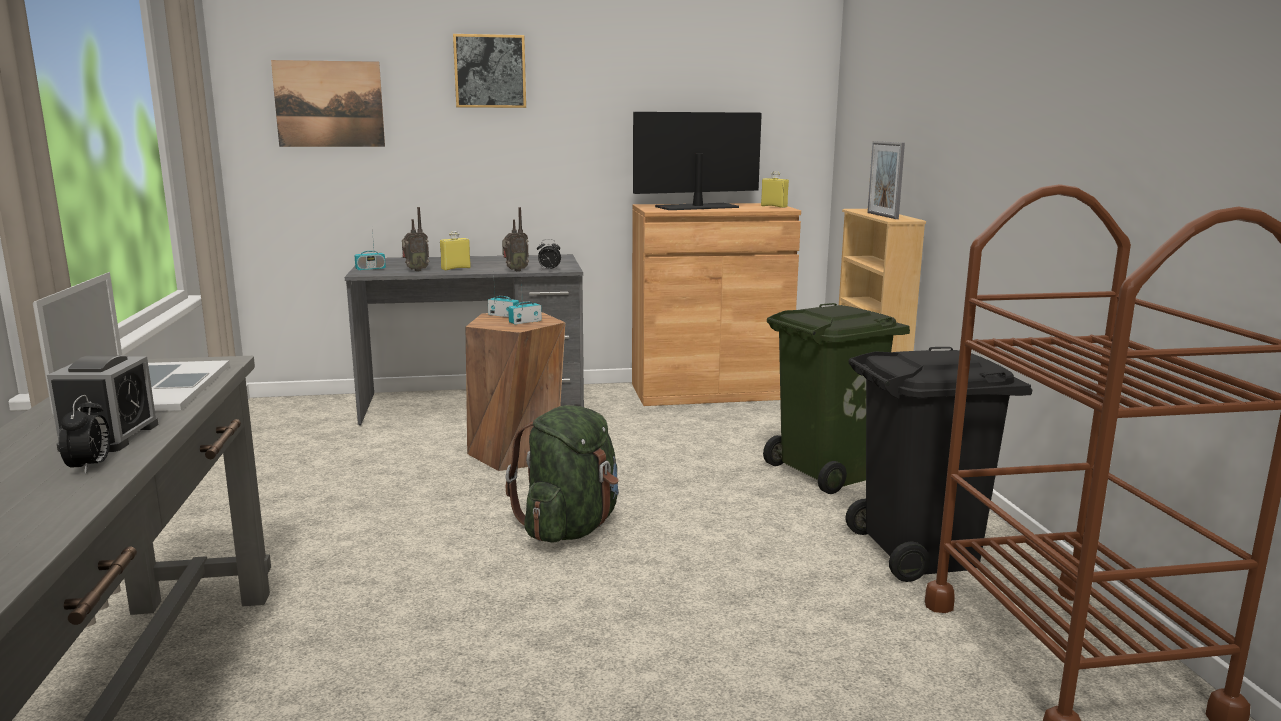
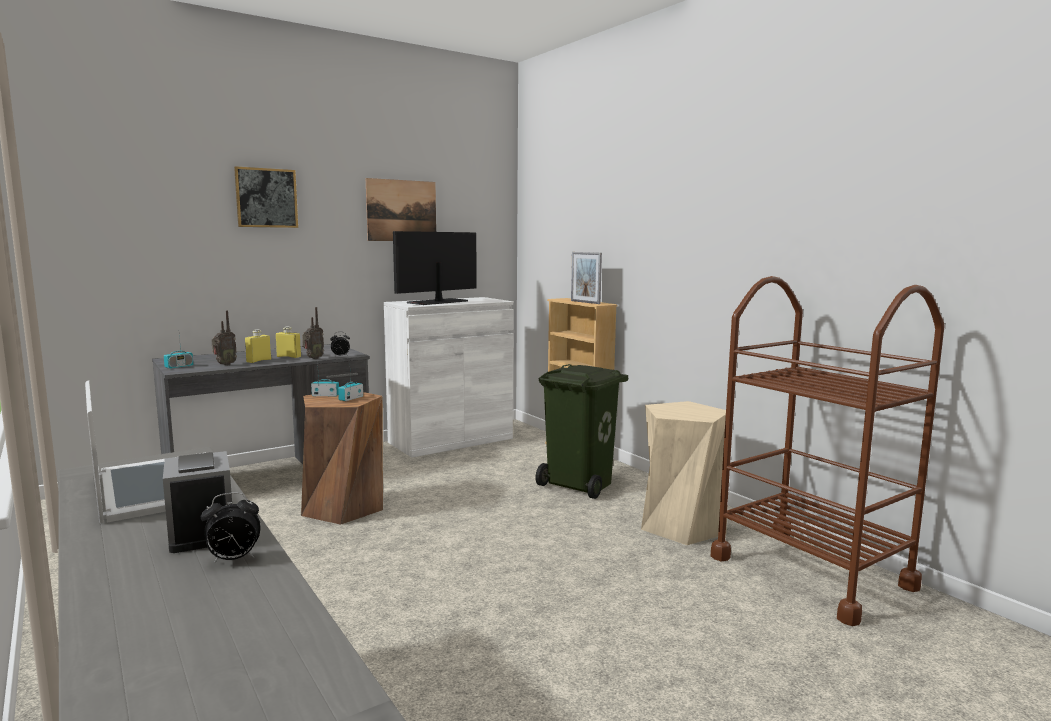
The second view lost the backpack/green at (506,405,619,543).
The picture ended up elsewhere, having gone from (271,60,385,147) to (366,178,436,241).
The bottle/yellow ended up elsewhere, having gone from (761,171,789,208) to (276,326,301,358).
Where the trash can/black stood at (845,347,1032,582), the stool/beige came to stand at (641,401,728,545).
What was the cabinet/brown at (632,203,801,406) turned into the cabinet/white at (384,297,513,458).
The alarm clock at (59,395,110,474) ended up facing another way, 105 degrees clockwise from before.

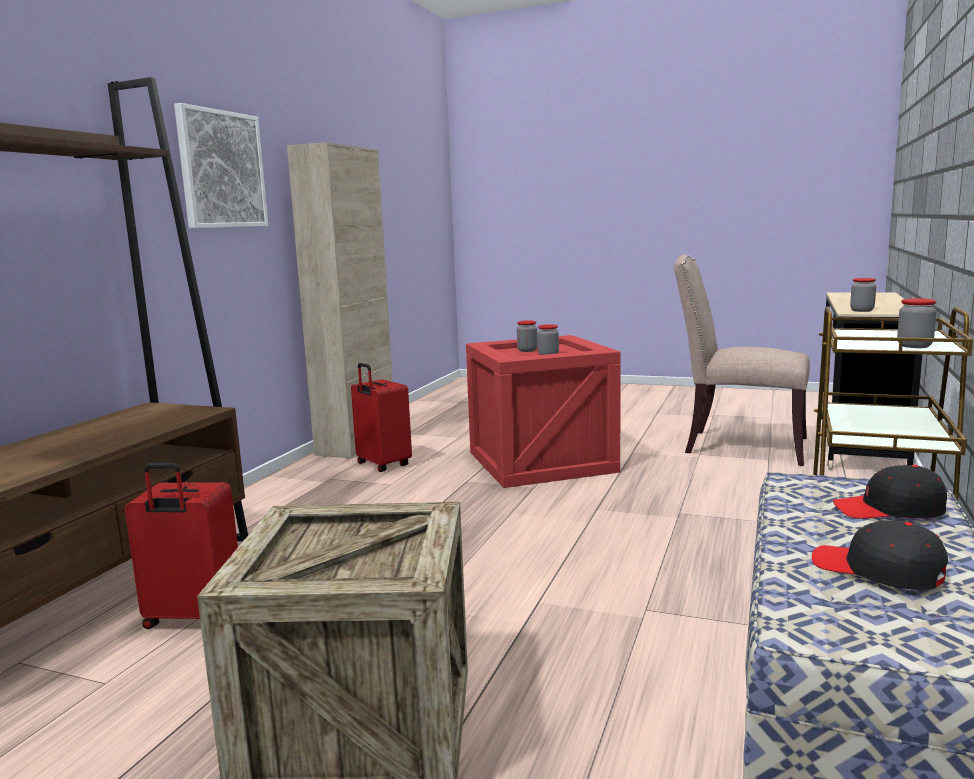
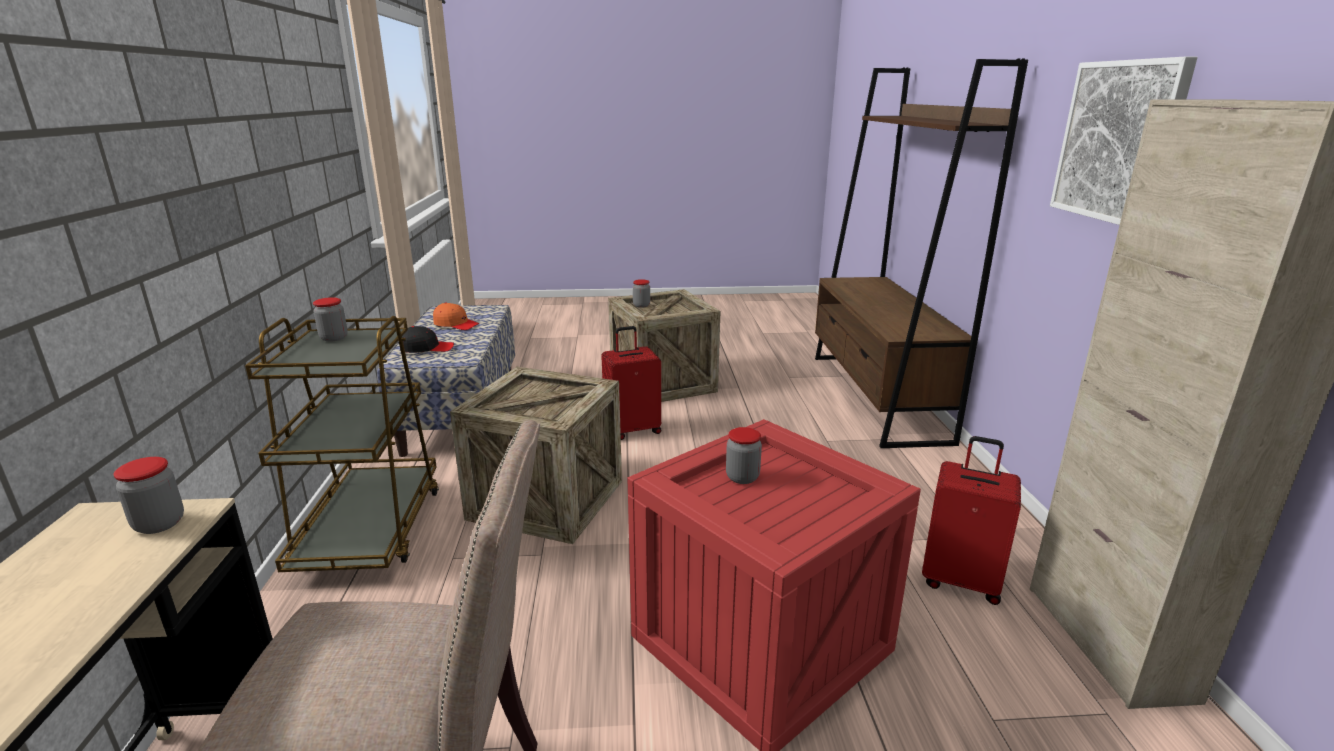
The second view gained the crate at (450,367,622,544).
The suitcase/red ended up elsewhere, having gone from (125,462,238,629) to (601,326,661,440).
The jar ended up elsewhere, having gone from (517,320,537,352) to (633,279,650,308).
What was the cap/black at (812,520,948,590) turned into the cap/orange at (433,302,480,330).

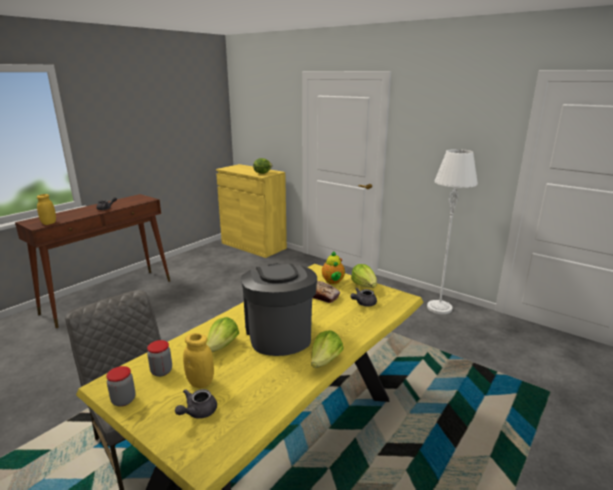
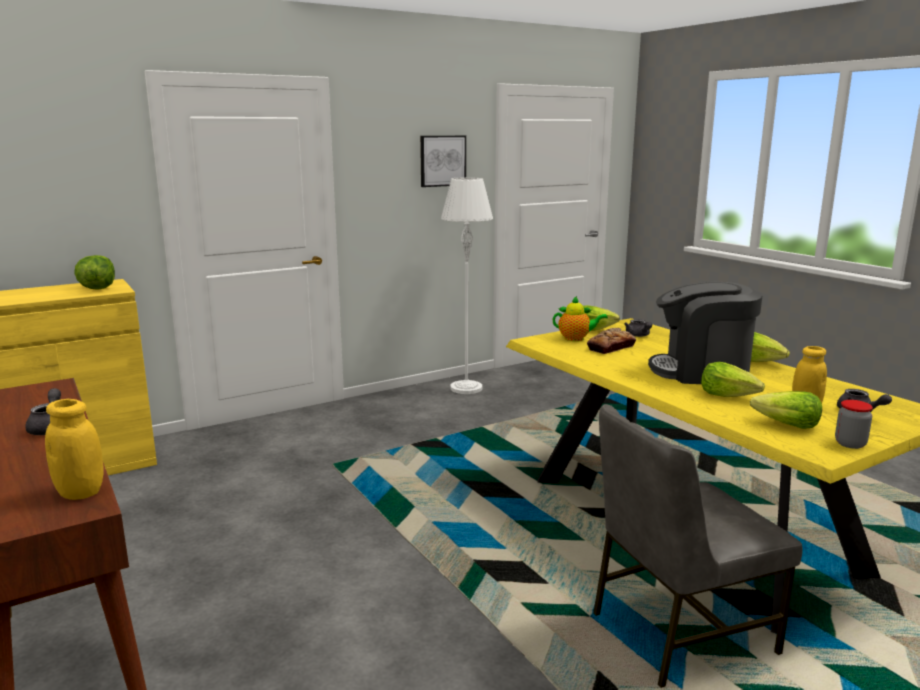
The second view gained the picture at (420,136,466,187).
Where the jar stood at (147,340,172,377), the lettuce came to stand at (750,391,822,429).

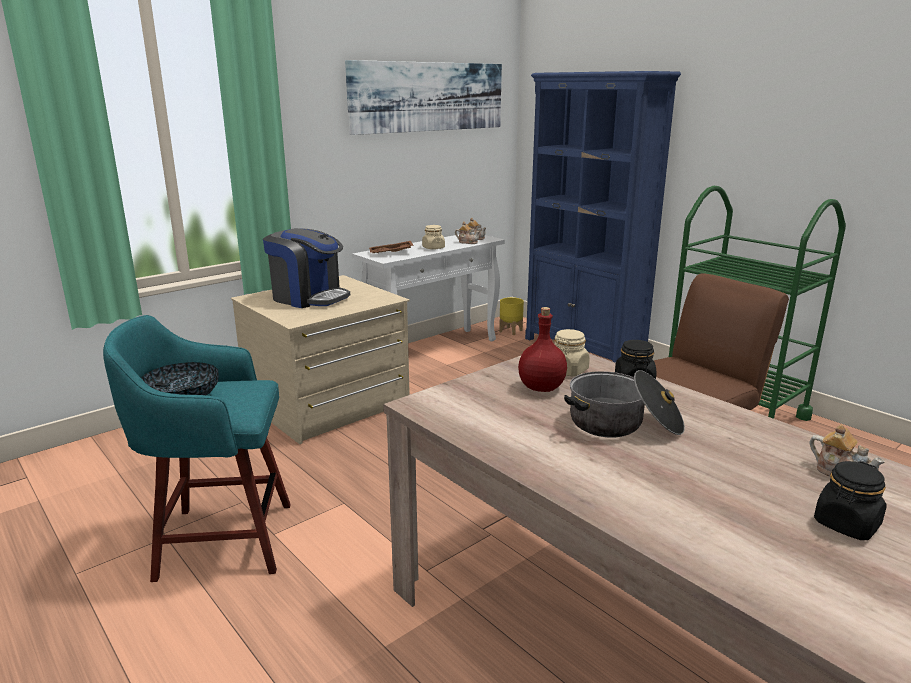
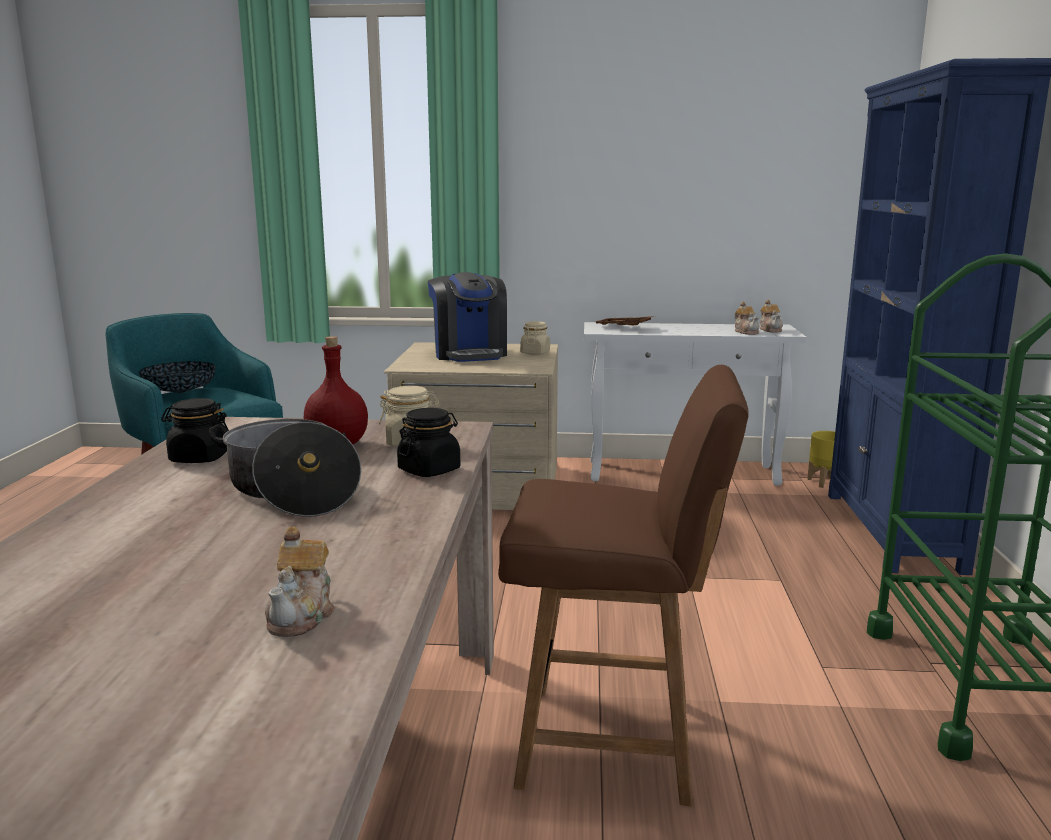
The second view lost the picture at (345,60,502,135).
The jar/beige ended up elsewhere, having gone from (422,225,445,250) to (520,321,550,355).
The jar/black ended up elsewhere, having gone from (814,461,886,540) to (161,398,229,463).

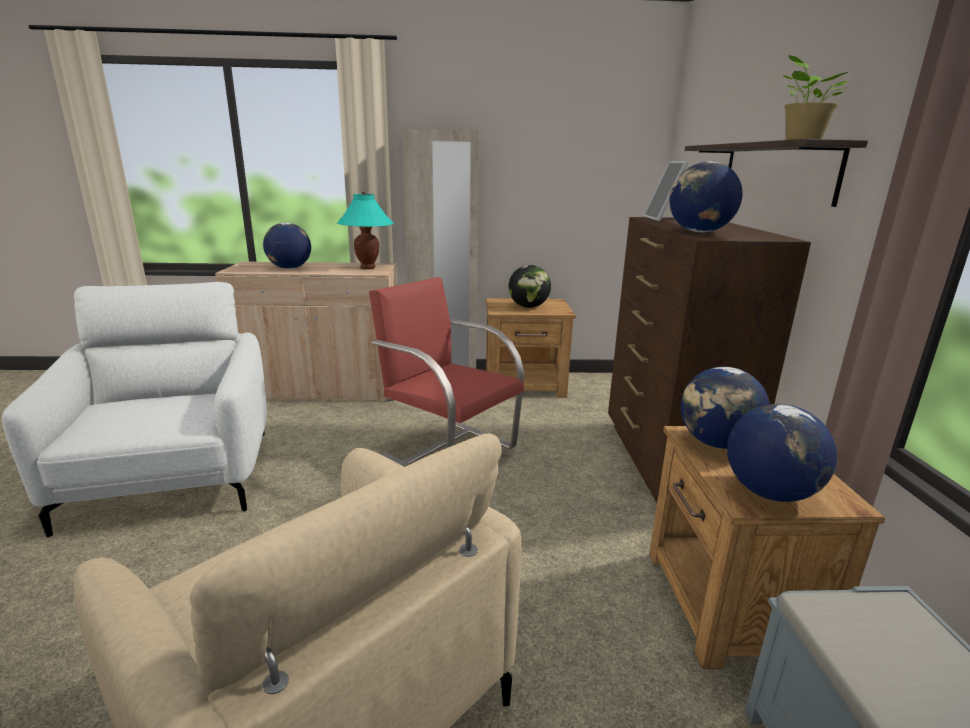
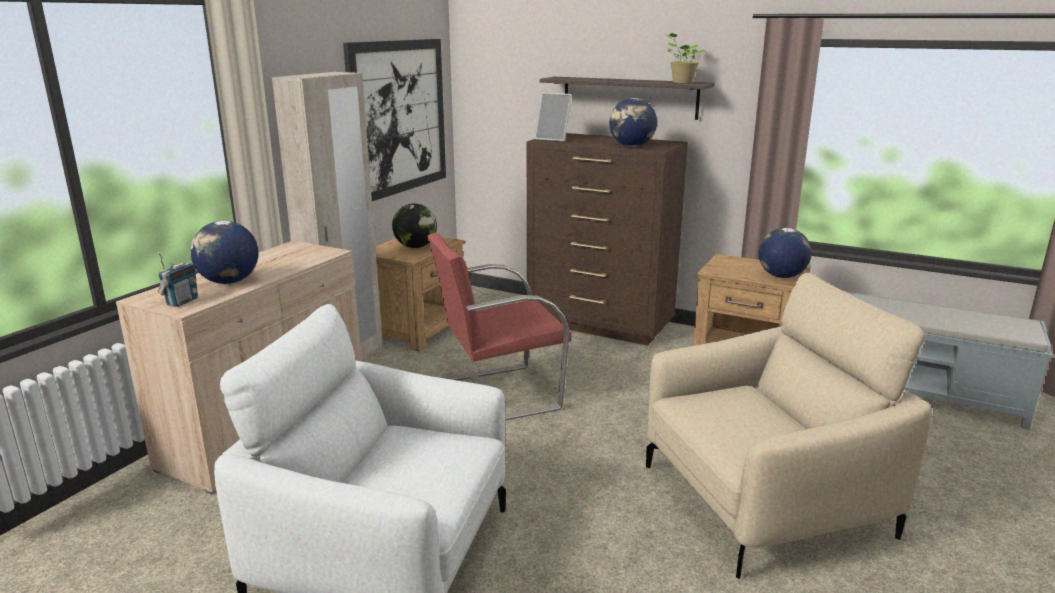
The second view lost the table lamp/turquoise at (337,192,393,269).
The second view lost the globe at (681,367,770,449).
The second view gained the radio at (158,252,198,307).
The second view gained the picture at (343,39,446,201).

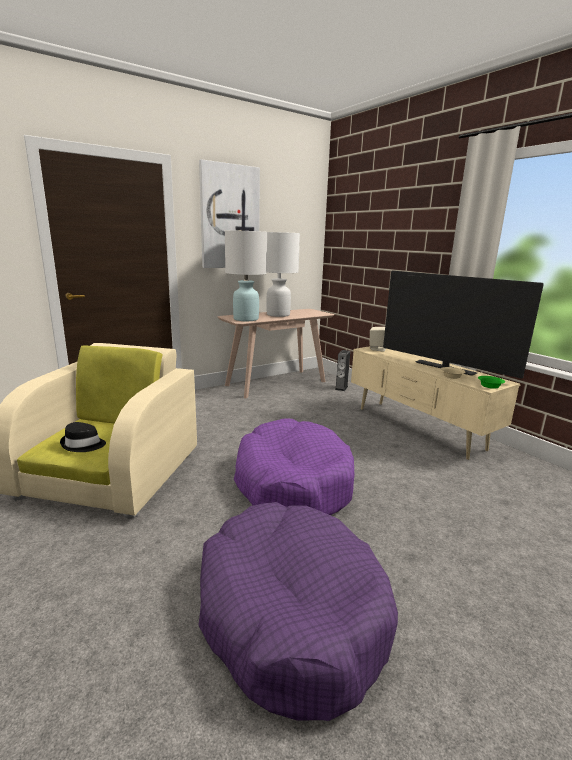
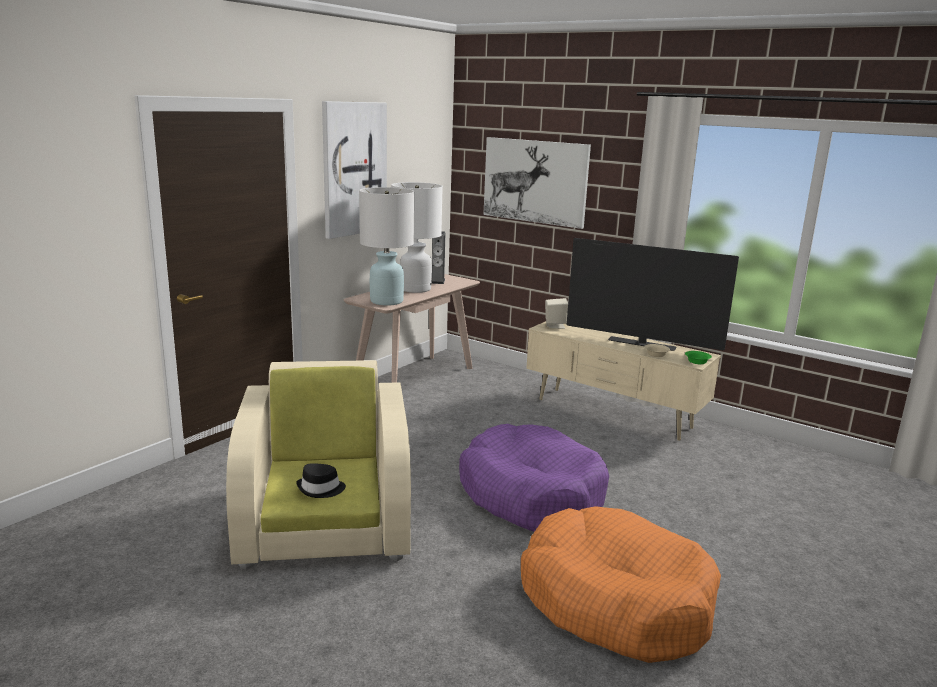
The second view gained the picture at (483,137,591,229).
The speaker ended up elsewhere, having gone from (335,350,350,391) to (431,231,445,284).
What was the dog bed/purple at (199,502,398,721) turned into the dog bed/orange at (521,506,721,663).

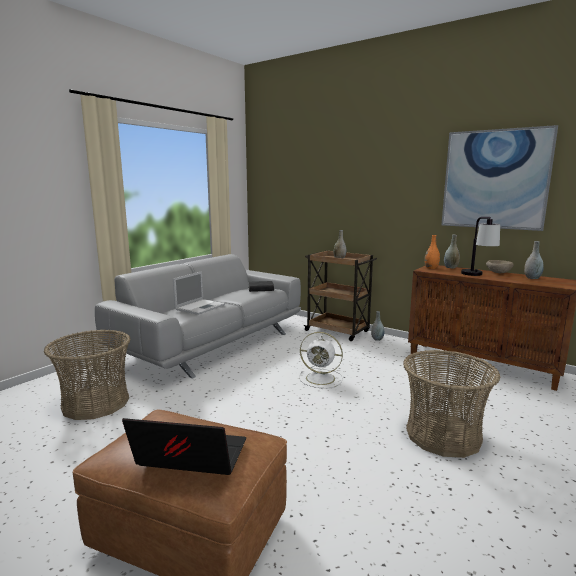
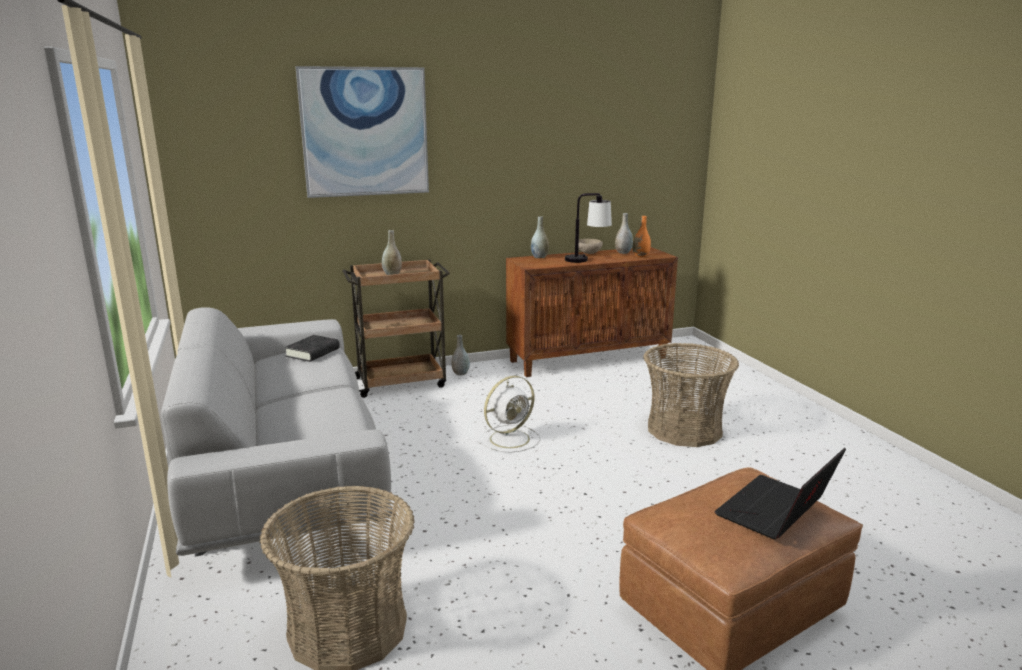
The second view lost the laptop at (173,271,225,315).
The vase/orange ended up elsewhere, having gone from (424,235,440,269) to (632,216,651,258).
The picture ended up elsewhere, having gone from (441,125,558,231) to (295,66,429,198).

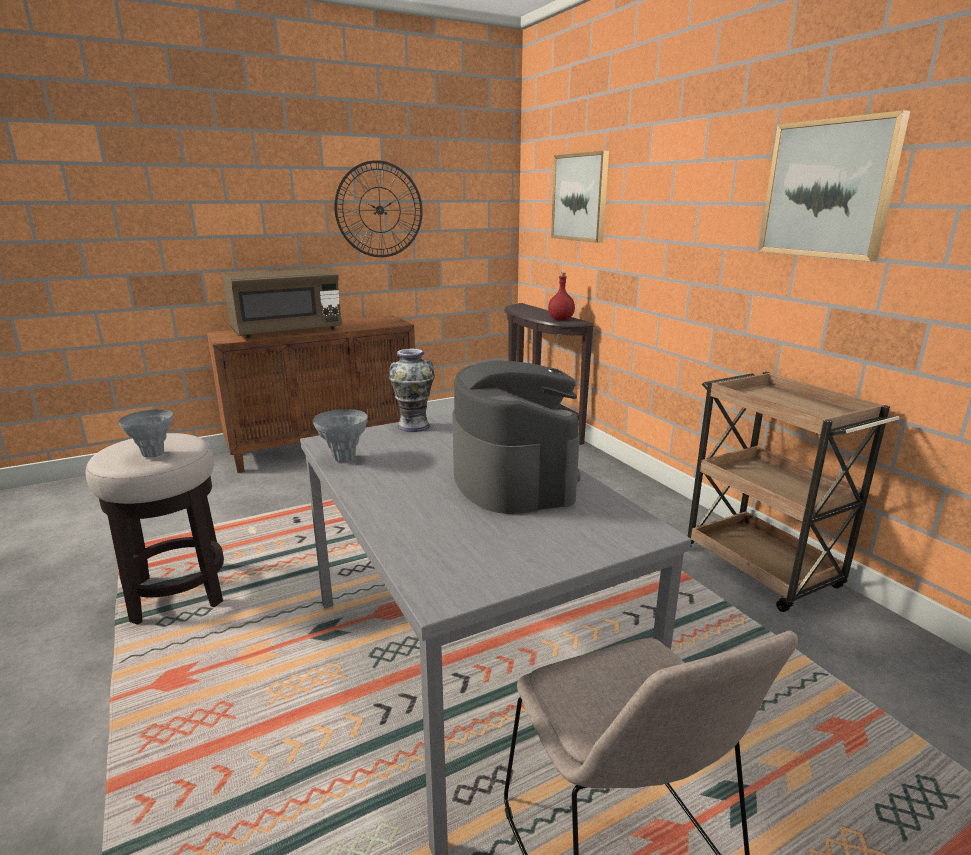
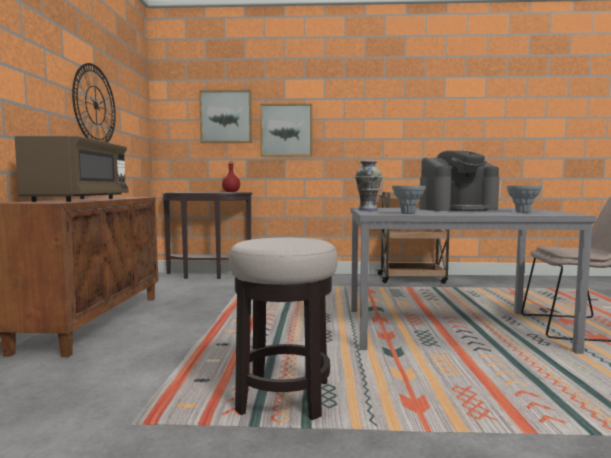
The vase/grey ended up elsewhere, having gone from (119,409,173,458) to (507,186,542,213).
The picture ended up elsewhere, having gone from (758,110,910,261) to (260,103,312,157).
The coffee machine at (452,360,581,514) ended up facing another way, 150 degrees clockwise from before.

